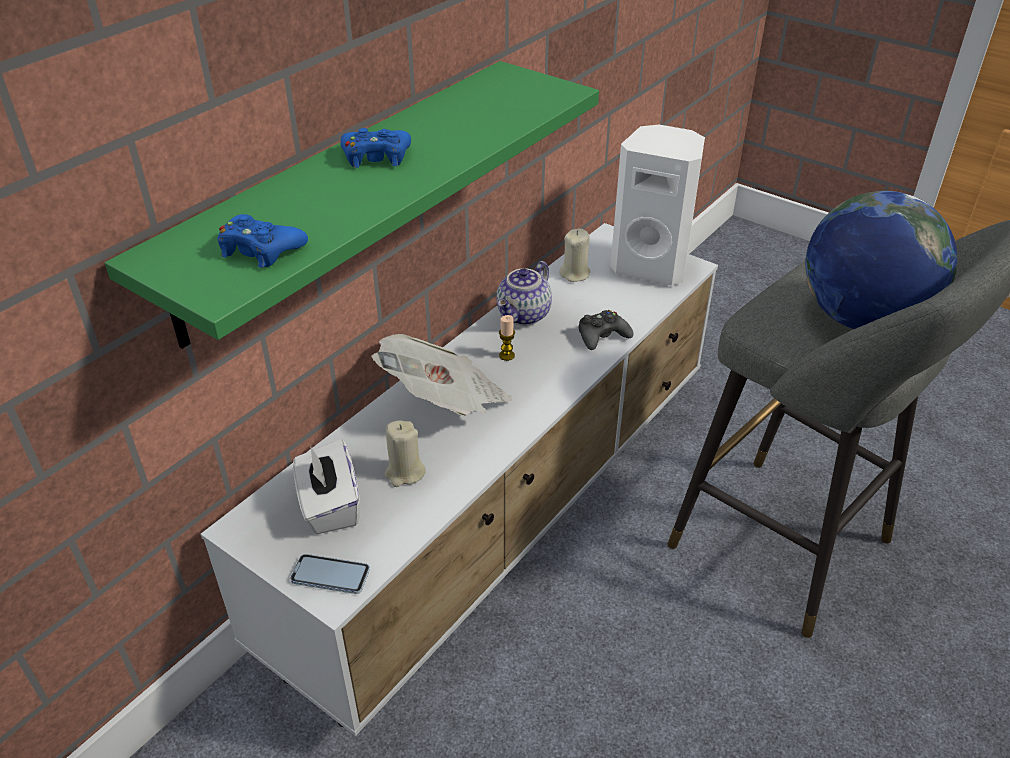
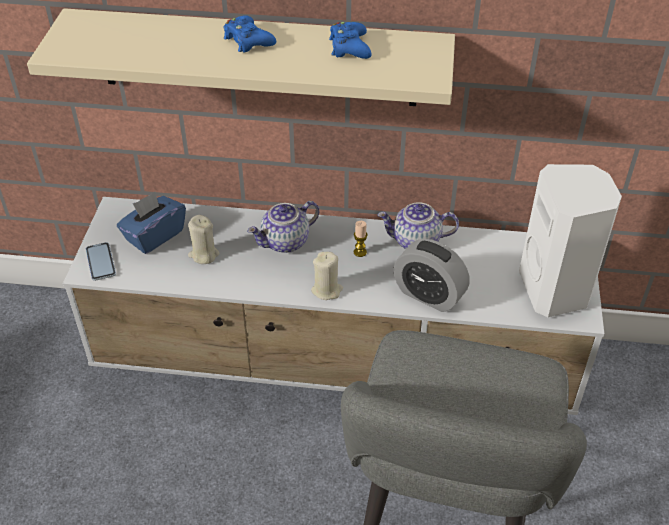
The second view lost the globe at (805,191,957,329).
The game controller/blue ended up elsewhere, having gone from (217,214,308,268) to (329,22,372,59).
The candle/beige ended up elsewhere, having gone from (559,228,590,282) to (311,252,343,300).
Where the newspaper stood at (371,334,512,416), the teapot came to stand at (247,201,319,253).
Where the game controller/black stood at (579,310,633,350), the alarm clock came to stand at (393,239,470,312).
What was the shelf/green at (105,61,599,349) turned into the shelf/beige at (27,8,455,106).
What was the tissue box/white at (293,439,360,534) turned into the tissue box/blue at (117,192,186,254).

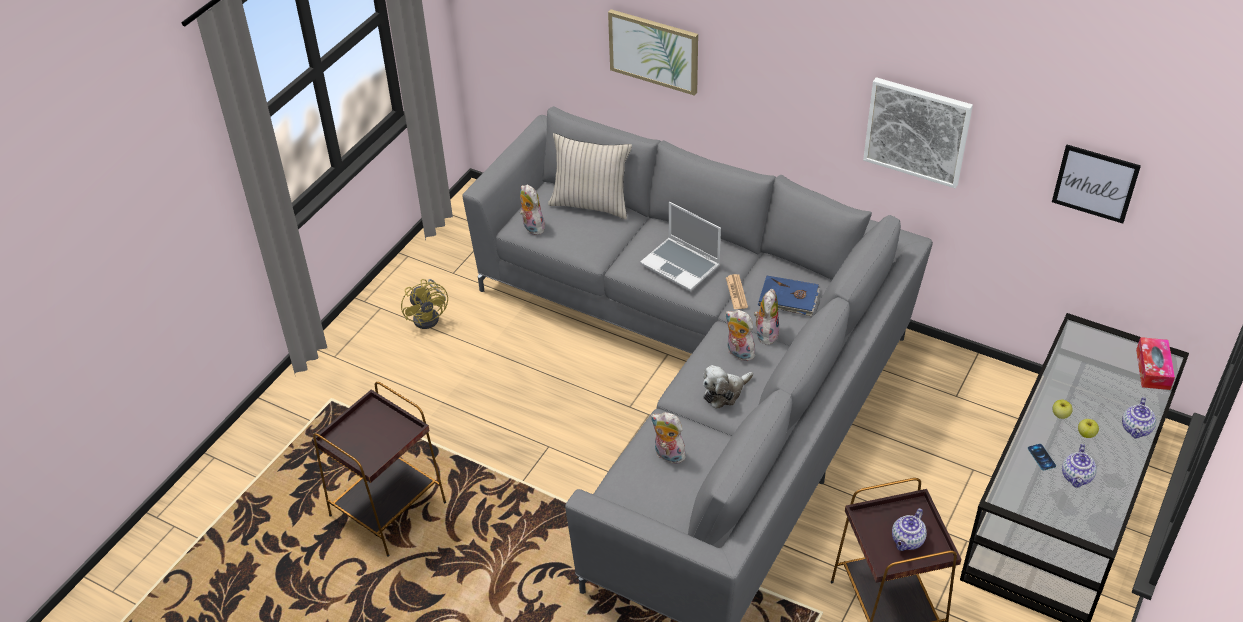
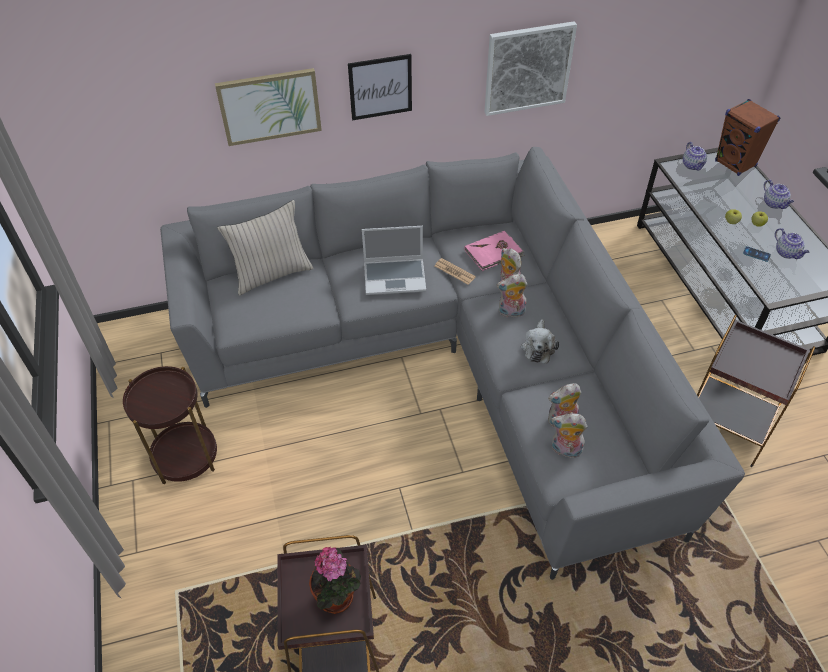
The second view gained the potted plant at (309,547,361,614).
The plush toy ended up elsewhere, having gone from (520,185,545,235) to (551,413,587,458).
The teapot ended up elsewhere, having gone from (892,508,927,551) to (683,142,707,170).
The picture ended up elsewhere, having gone from (1052,145,1141,224) to (348,54,412,121).
Where the fan/yellow stood at (401,279,448,329), the side table/brown came to stand at (123,366,217,485).
Where the tissue box stood at (1136,337,1175,390), the speaker/brown came to stand at (715,99,780,176).
What was the book/blue at (758,276,820,316) turned into the book/pink at (464,231,525,271).

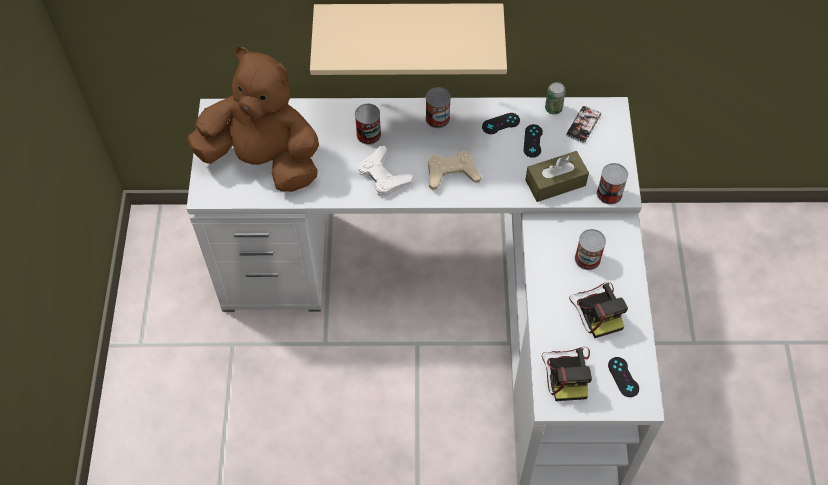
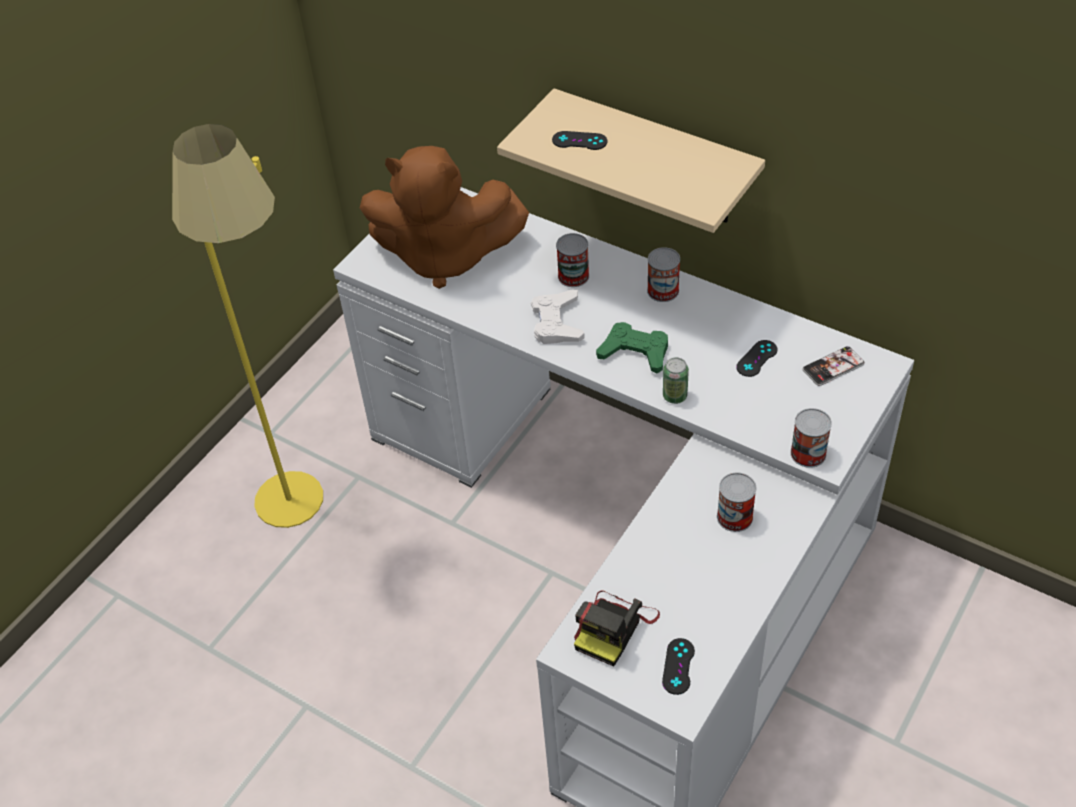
The second view lost the tissue box/brown at (525,151,589,202).
The second view lost the photo camera at (569,282,628,338).
The second view gained the floor lamp/yellow at (172,124,323,528).
The game controller/black ended up elsewhere, having gone from (482,113,520,134) to (552,131,607,150).
The can ended up elsewhere, having gone from (545,82,566,115) to (663,357,689,404).
What was the game controller/beige at (428,150,481,190) turned into the game controller/green at (596,322,668,373).
The plush toy/brown at (187,47,319,192) ended up facing another way, 135 degrees clockwise from before.

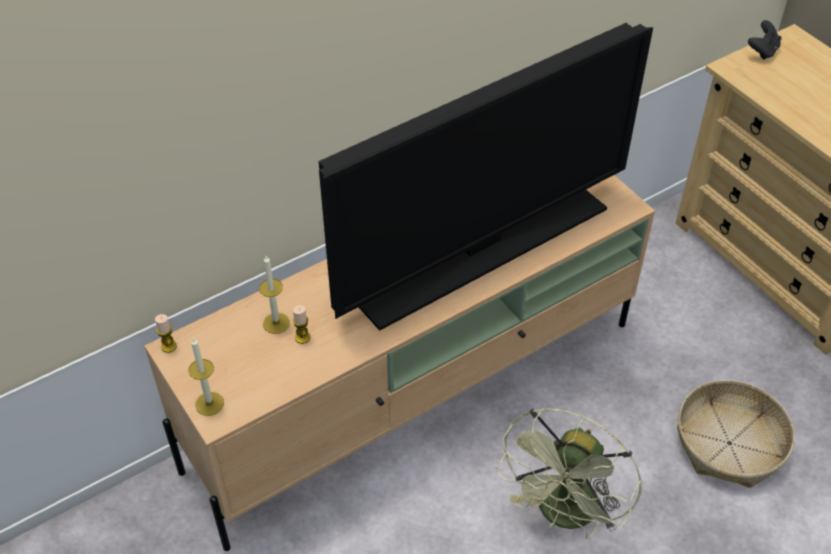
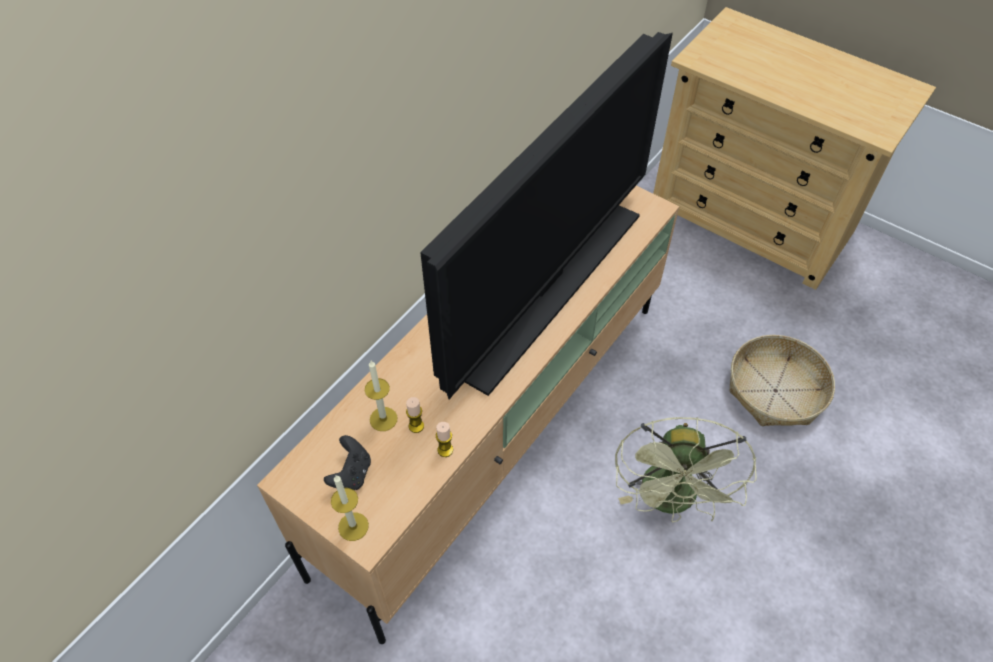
The candle ended up elsewhere, having gone from (155,314,177,353) to (436,422,453,457).
The game controller/black ended up elsewhere, having gone from (748,20,782,60) to (324,435,371,490).

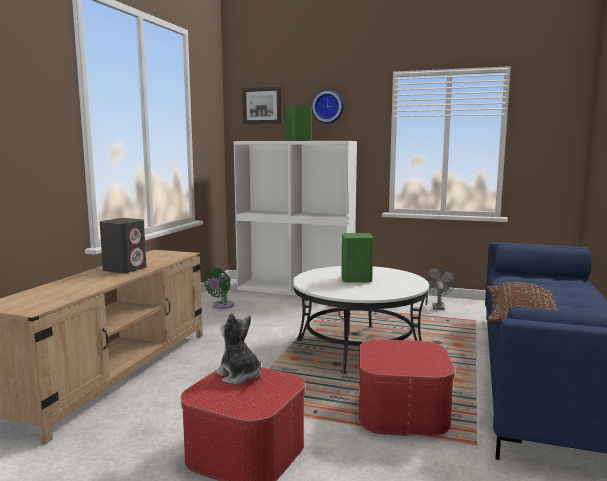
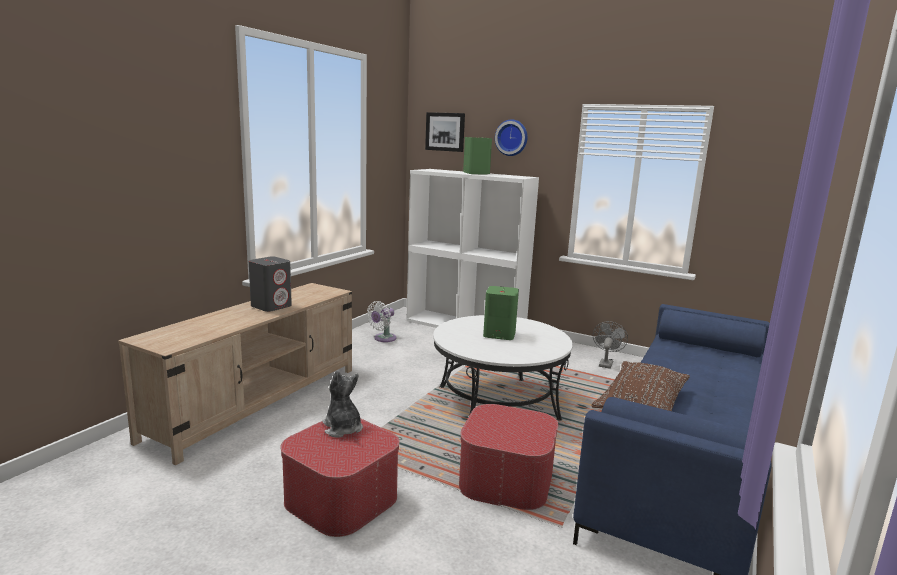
What was the fan/green at (204,268,234,309) turned into the fan/white at (367,301,397,342).

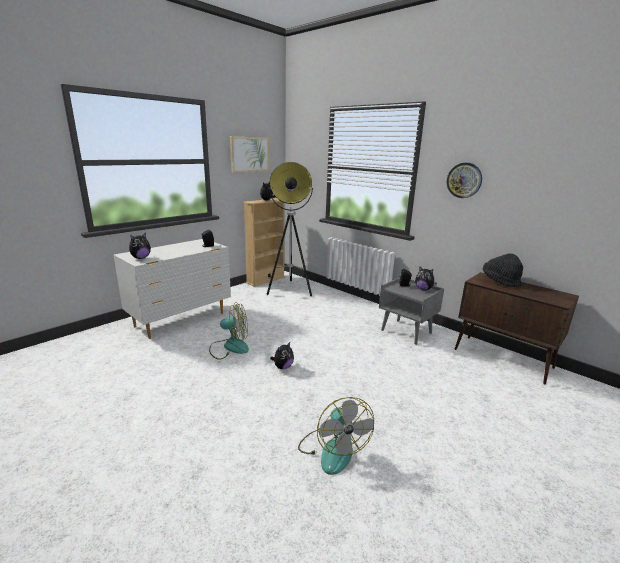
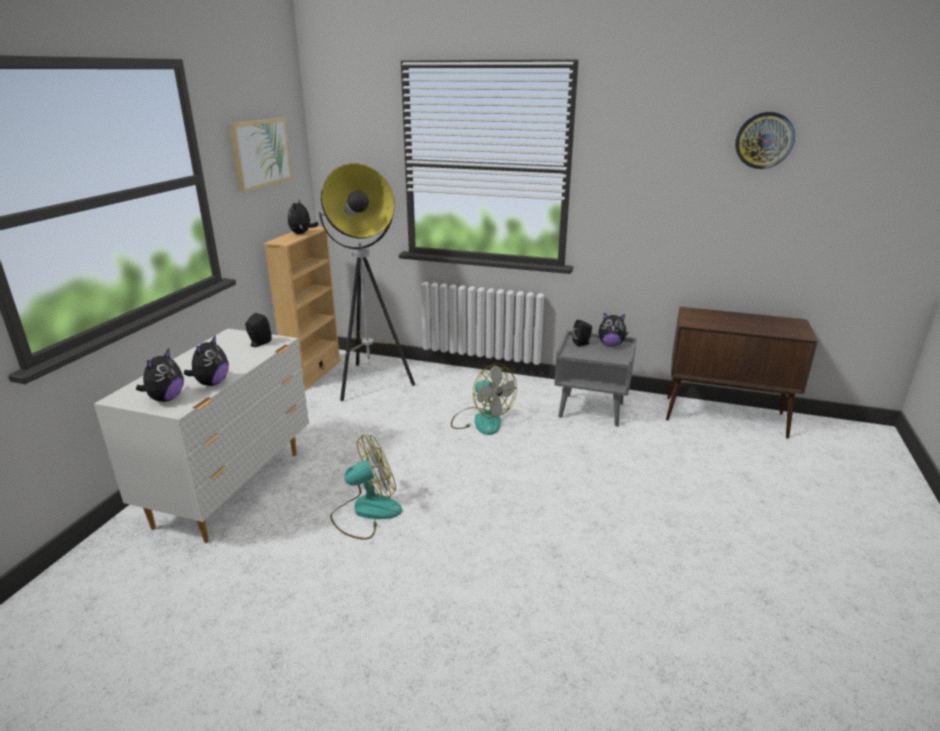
The second view lost the hat/black at (483,254,523,287).
The plush toy ended up elsewhere, having gone from (270,342,294,369) to (184,335,229,386).
The fan ended up elsewhere, having gone from (298,397,374,475) to (451,364,517,435).
The wall clock ended up elsewhere, having gone from (447,163,482,198) to (735,112,795,169).

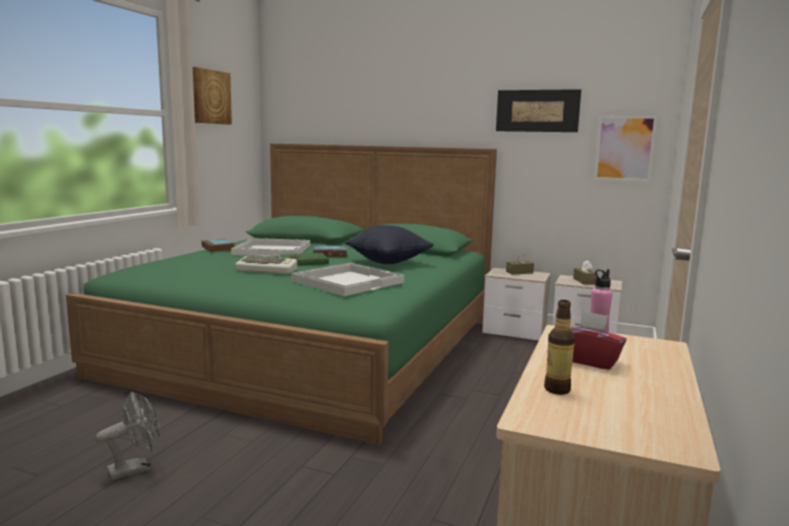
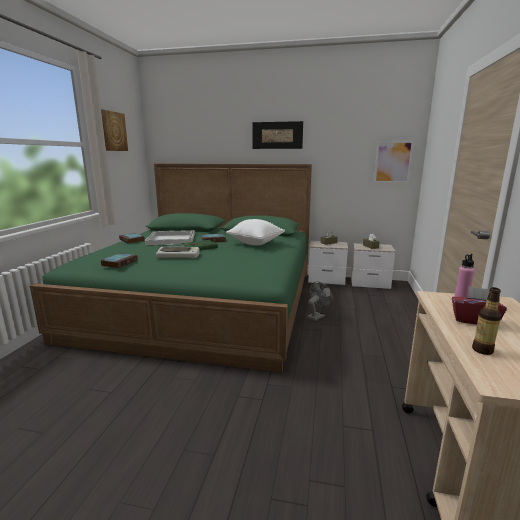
The second view lost the tray/white at (291,263,404,296).
The second view gained the book at (101,253,138,268).
The fan/grey ended up elsewhere, having gone from (96,392,160,480) to (307,282,333,321).
The picture ended up elsewhere, having gone from (496,89,581,132) to (252,121,303,149).
What was the pillow/black at (345,225,434,264) turned into the pillow/white at (226,219,285,246).

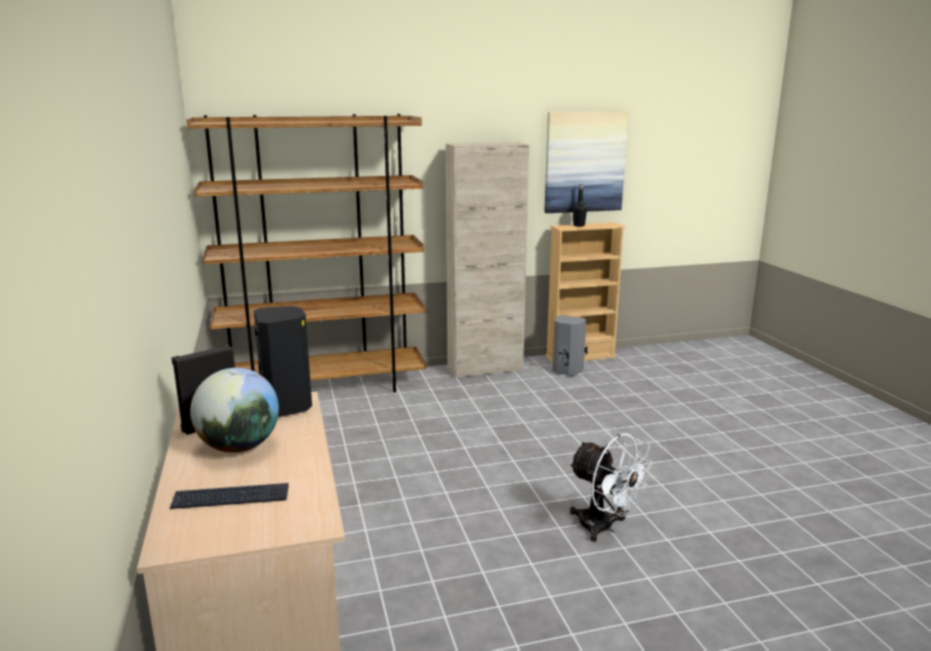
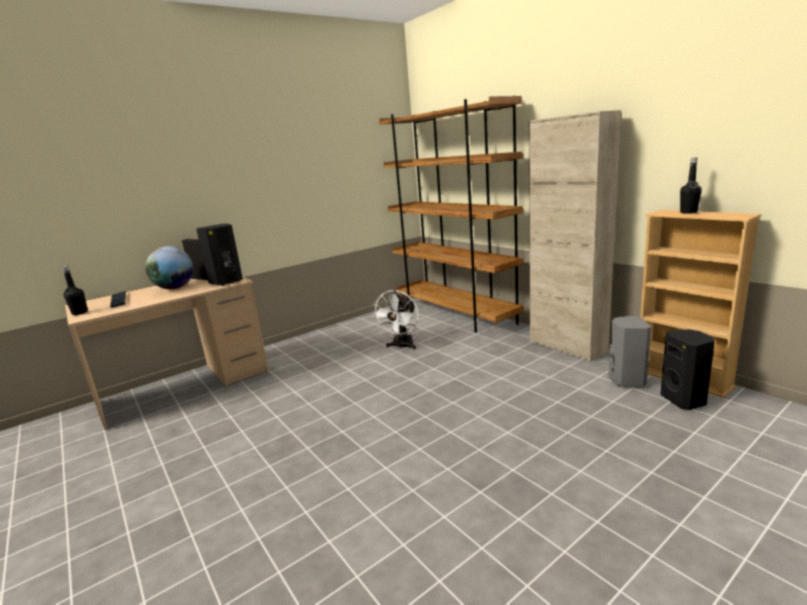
The second view lost the picture at (544,111,628,213).
The second view gained the bottle/black at (62,266,88,315).
The second view gained the speaker/black at (660,329,715,410).
The fan/white ended up elsewhere, having gone from (569,433,652,542) to (372,290,419,350).

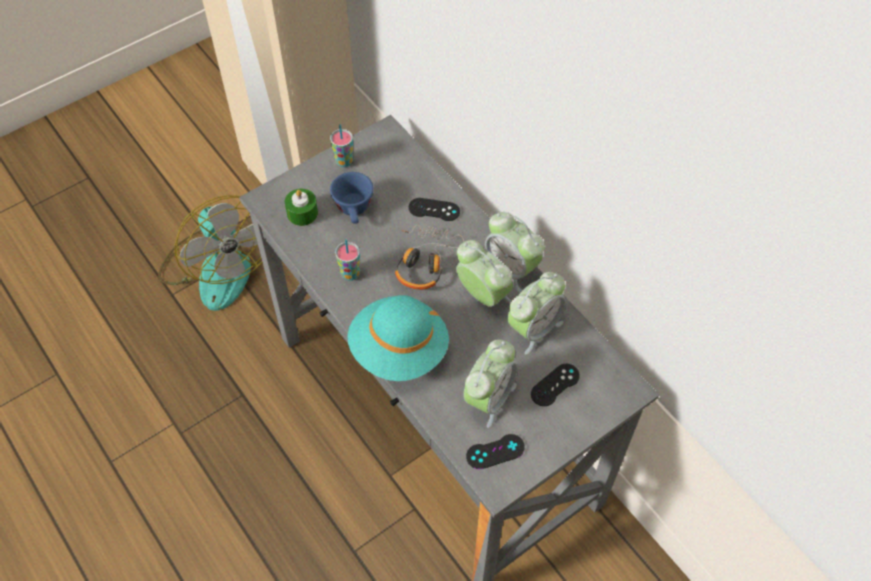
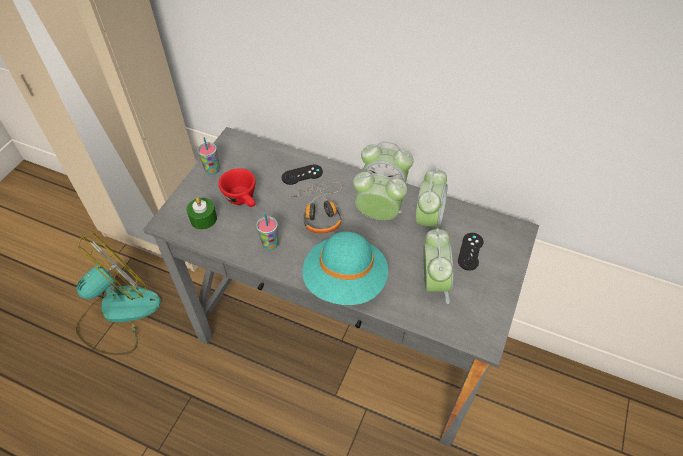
The second view lost the game controller/black at (466,434,525,469).
What was the cup/blue at (330,172,374,224) turned into the cup/red at (218,168,256,207).
The fan at (158,195,262,311) ended up facing another way, 75 degrees counterclockwise from before.

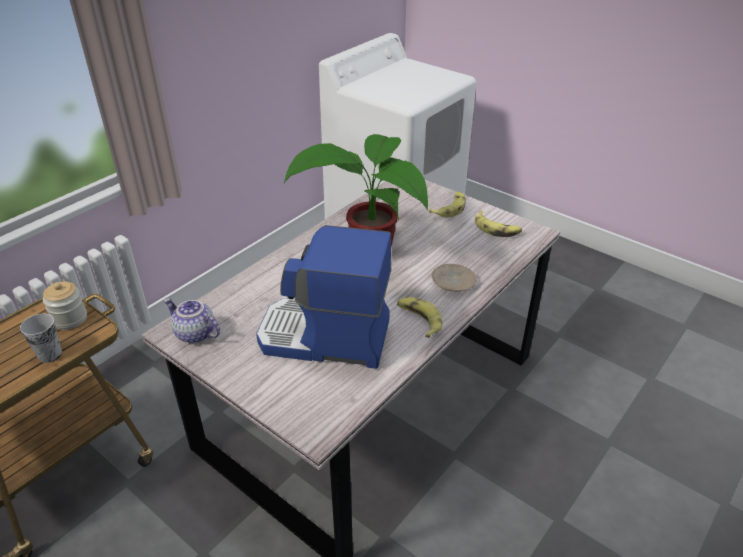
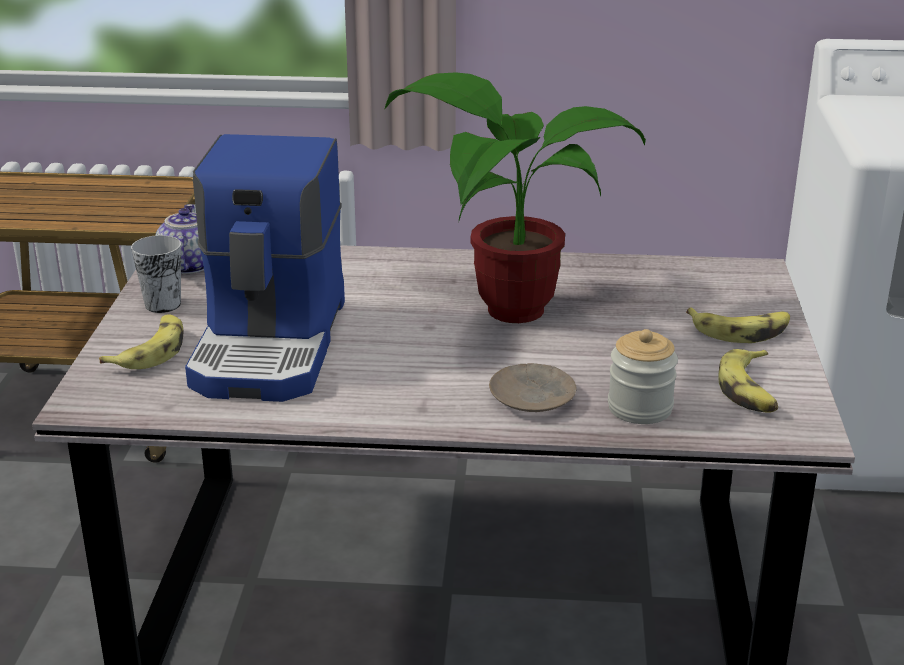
The cup ended up elsewhere, having gone from (20,314,62,363) to (131,235,181,313).
The jar ended up elsewhere, having gone from (43,281,87,330) to (608,329,678,424).
The banana ended up elsewhere, having gone from (397,297,442,338) to (99,314,183,369).
The coffee machine at (256,225,391,369) ended up facing another way, 150 degrees counterclockwise from before.

